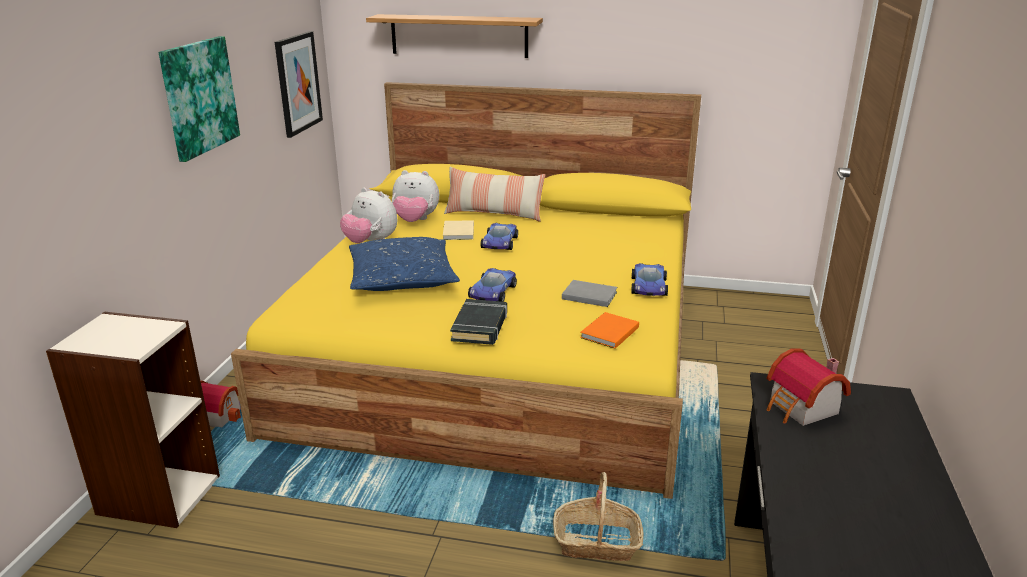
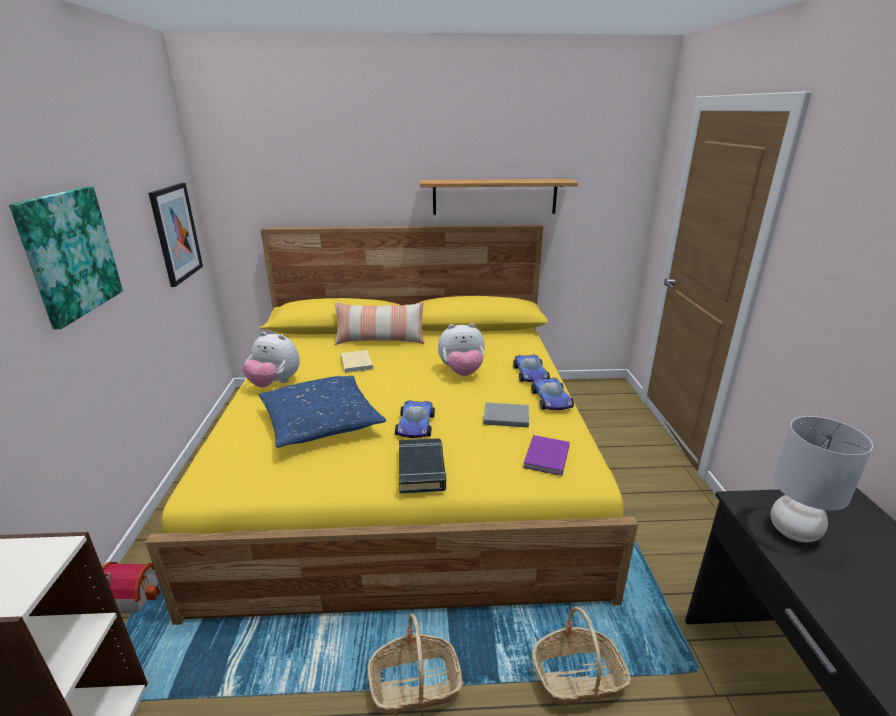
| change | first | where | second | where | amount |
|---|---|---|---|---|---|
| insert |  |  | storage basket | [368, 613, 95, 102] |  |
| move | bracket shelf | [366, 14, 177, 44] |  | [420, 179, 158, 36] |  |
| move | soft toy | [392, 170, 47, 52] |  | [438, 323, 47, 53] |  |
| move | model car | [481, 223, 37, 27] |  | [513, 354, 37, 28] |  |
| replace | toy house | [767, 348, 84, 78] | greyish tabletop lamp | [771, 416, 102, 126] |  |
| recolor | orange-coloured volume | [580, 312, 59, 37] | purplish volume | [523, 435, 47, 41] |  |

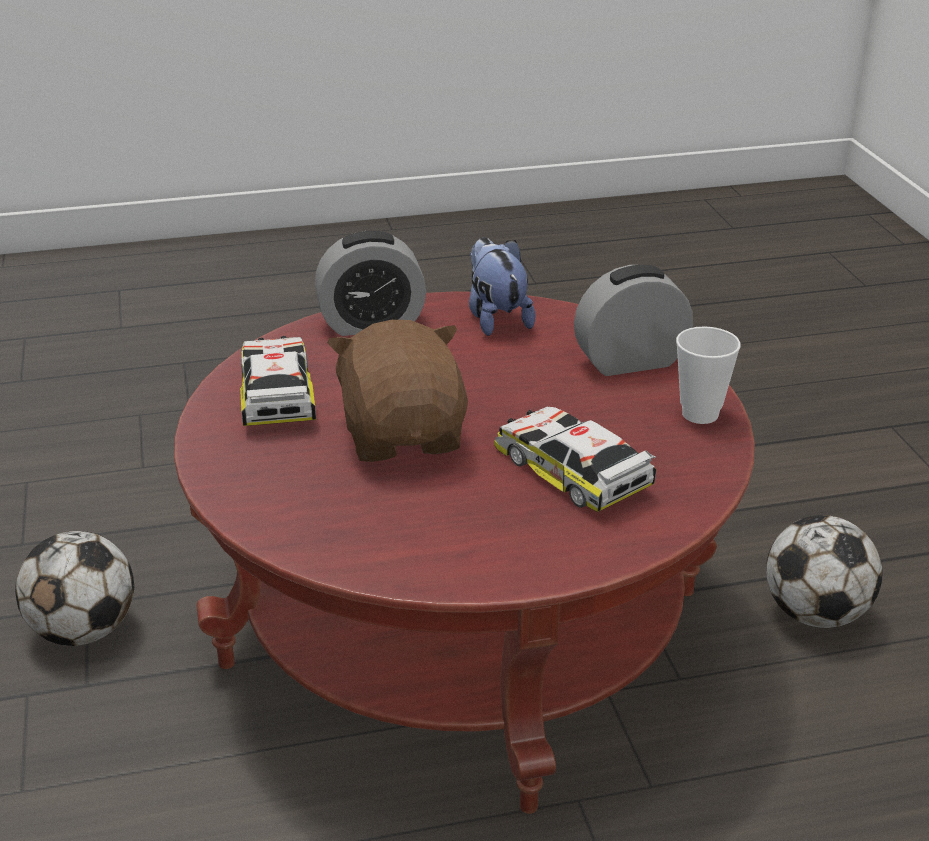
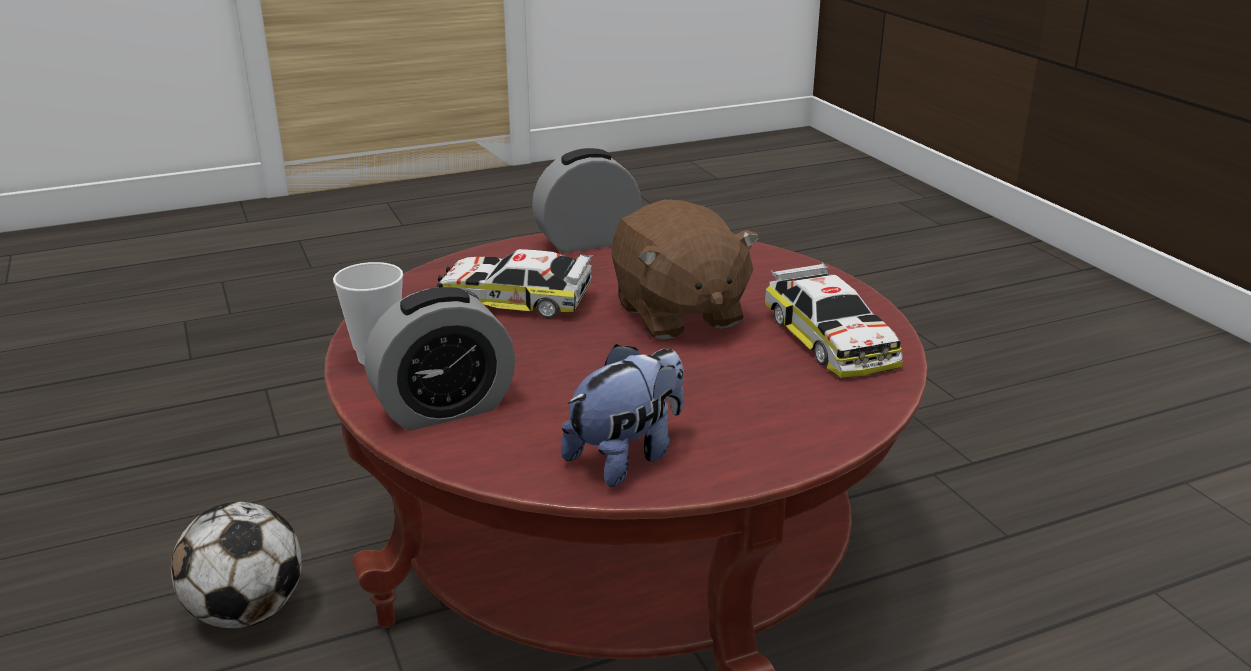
| change | first | where | second | where | amount |
|---|---|---|---|---|---|
| delete | football | [15, 531, 119, 115] |  |  |  |
| move | bedside clock | [315, 231, 111, 105] |  | [532, 148, 110, 105] |  |
| rotate | soft toy | [469, 238, 66, 98] |  | [561, 344, 123, 143] | 105 degrees counterclockwise |
| rotate | model car | [494, 407, 162, 105] |  | [437, 249, 156, 69] | 150 degrees clockwise |

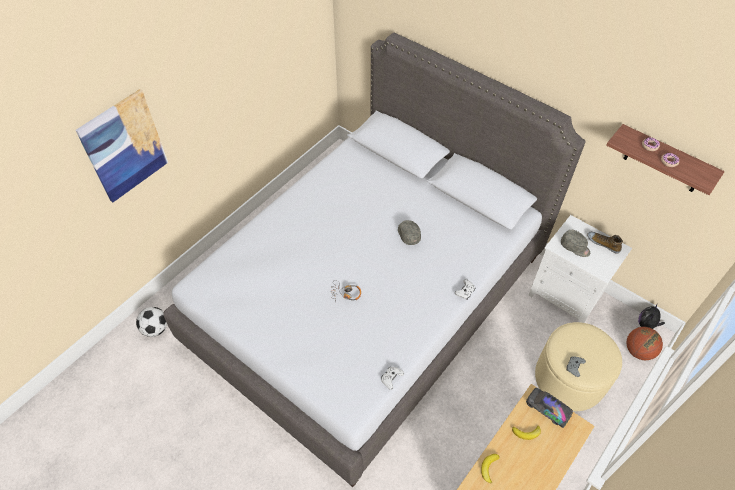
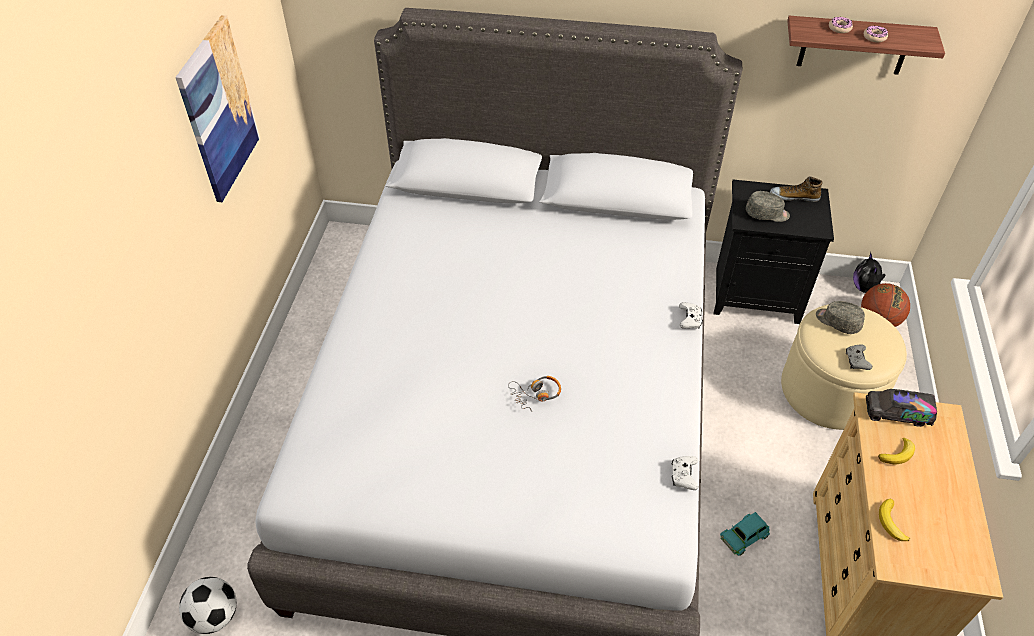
| change | first | where | second | where | amount |
|---|---|---|---|---|---|
| insert |  |  | turquoise model car | [720, 512, 50, 44] |  |
| move | wall art | [75, 89, 93, 114] |  | [175, 15, 85, 187] |  |
| move | greyish peaked cap | [398, 220, 23, 25] |  | [816, 301, 49, 33] |  |
| recolor | whitish night table | [529, 215, 103, 108] | black night table | [714, 180, 120, 144] |  |

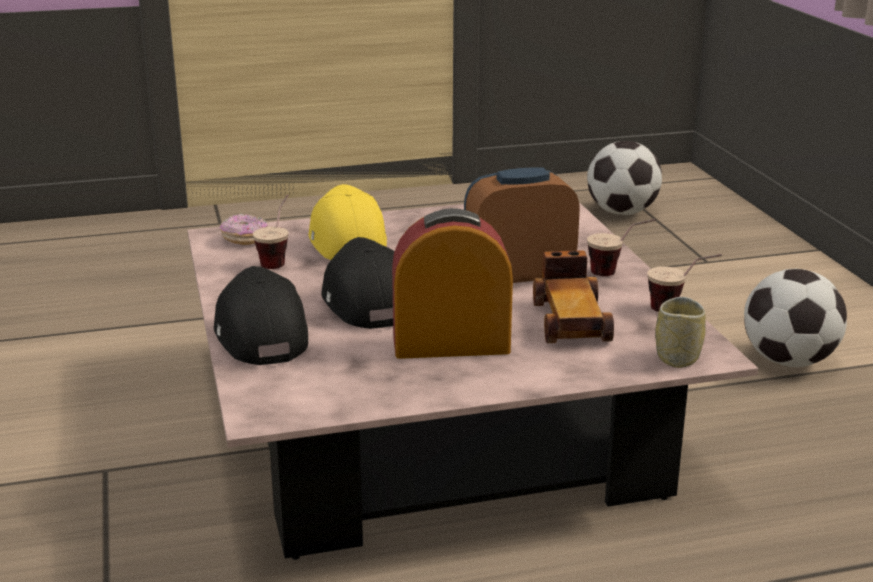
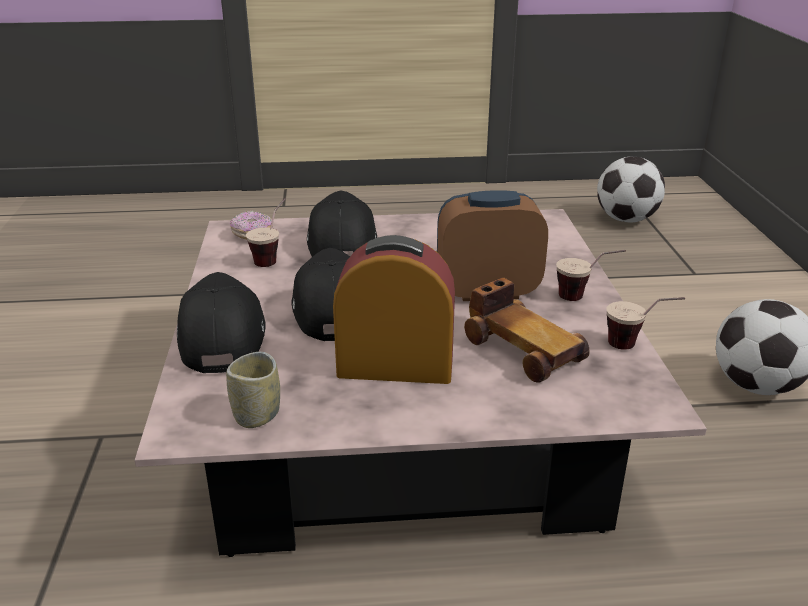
| change | first | where | second | where | amount |
|---|---|---|---|---|---|
| move | drinking cup | [655, 297, 51, 71] |  | [226, 352, 54, 76] |  |
| recolor | yellow-coloured peaked cap | [308, 184, 79, 76] | black peaked cap | [307, 191, 70, 66] |  |
| rotate | model car | [533, 250, 81, 93] |  | [464, 278, 126, 105] | 45 degrees counterclockwise |

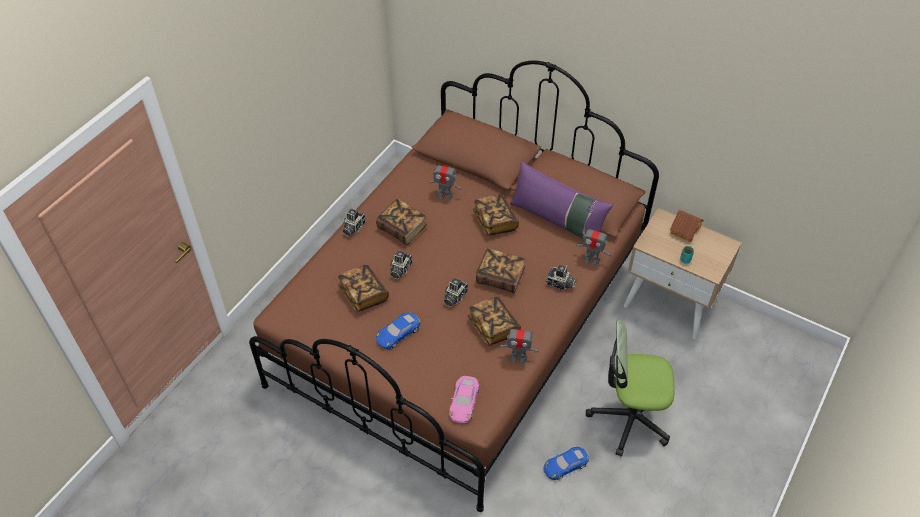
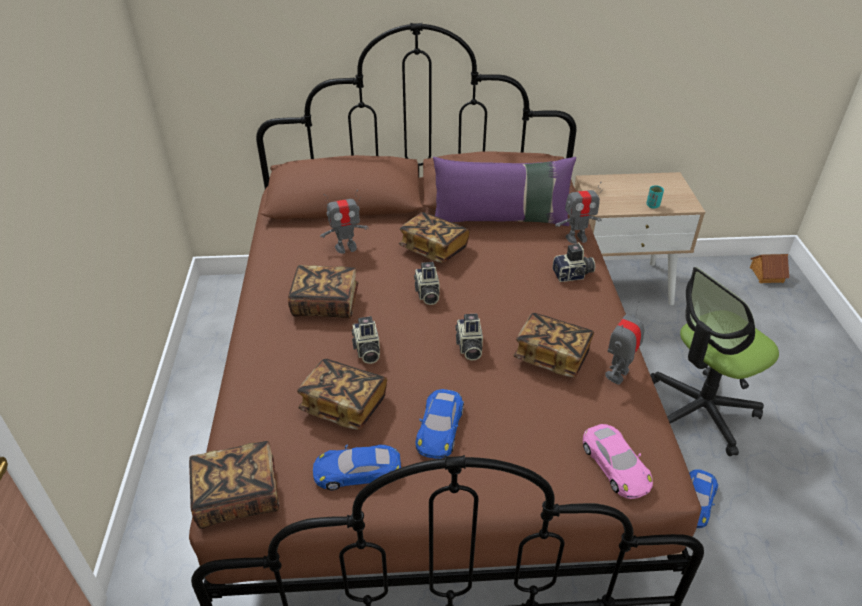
| change | first | where | second | where | amount |
|---|---|---|---|---|---|
| insert |  |  | blue-coloured model car | [313, 444, 88, 46] |  |
| move | photo camera | [342, 209, 24, 28] |  | [414, 262, 25, 43] |  |
| move | volume | [476, 248, 49, 45] |  | [189, 441, 90, 88] |  |
| move | toy house | [670, 210, 34, 32] |  | [750, 254, 39, 29] |  |
| rotate | model robot | [500, 326, 39, 38] |  | [605, 301, 39, 84] | 150 degrees clockwise |

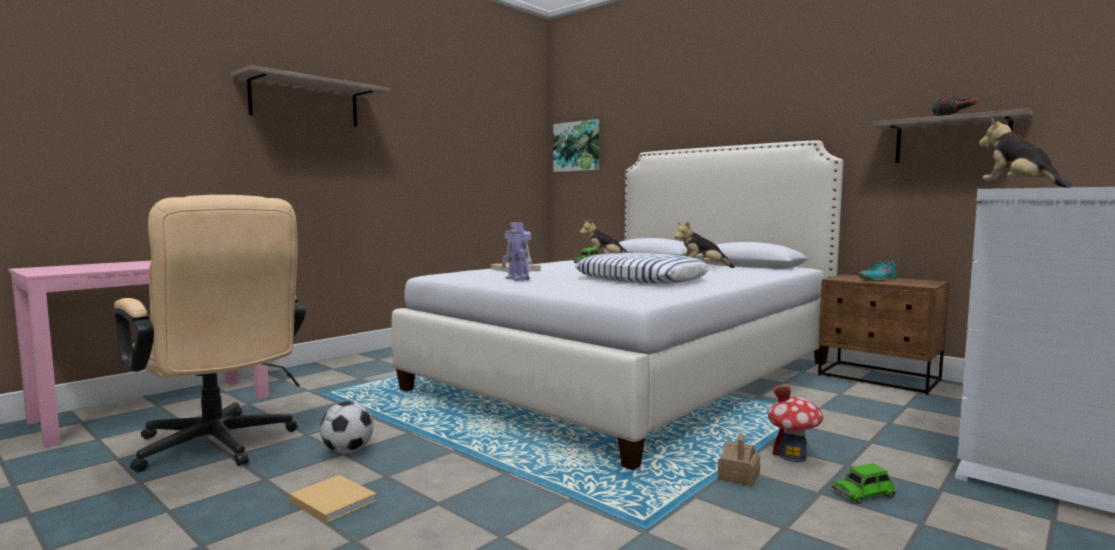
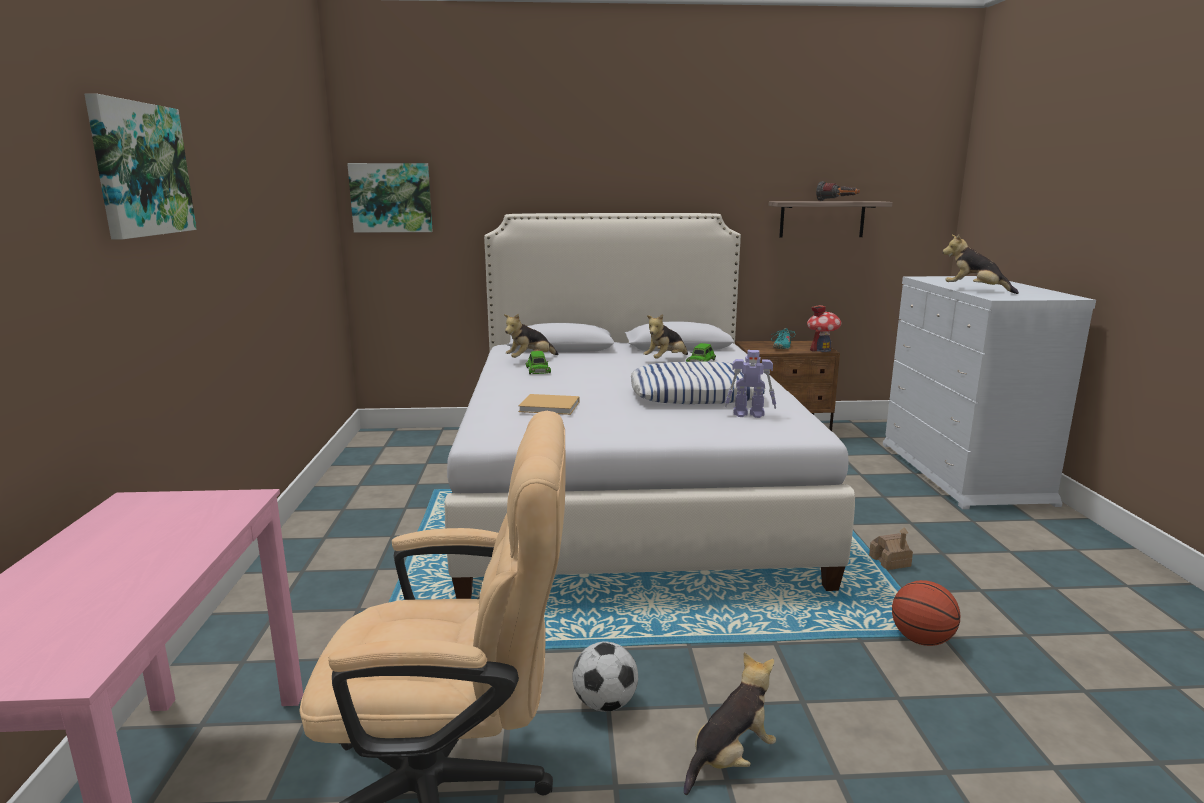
| change | first | where | second | where | amount |
|---|---|---|---|---|---|
| insert |  |  | basketball ball | [892, 580, 68, 66] |  |
| move | model robot | [502, 222, 30, 59] |  | [725, 350, 51, 68] |  |
| move | toy house | [768, 385, 55, 77] |  | [807, 305, 35, 47] |  |
| move | greenish model car | [832, 463, 64, 41] |  | [686, 343, 30, 19] |  |
| replace | bracket shelf | [231, 65, 158, 62] | wall art | [84, 93, 113, 146] |  |
| replace | beige-coloured volume | [289, 475, 88, 48] | soft toy | [684, 652, 92, 143] |  |

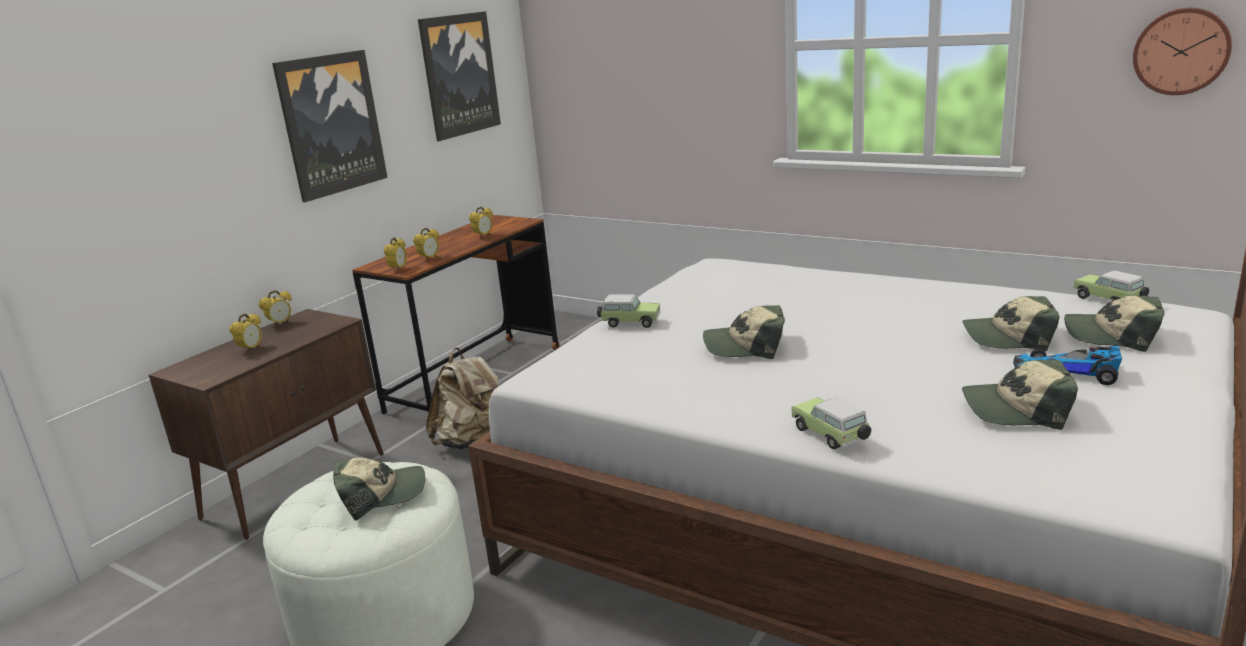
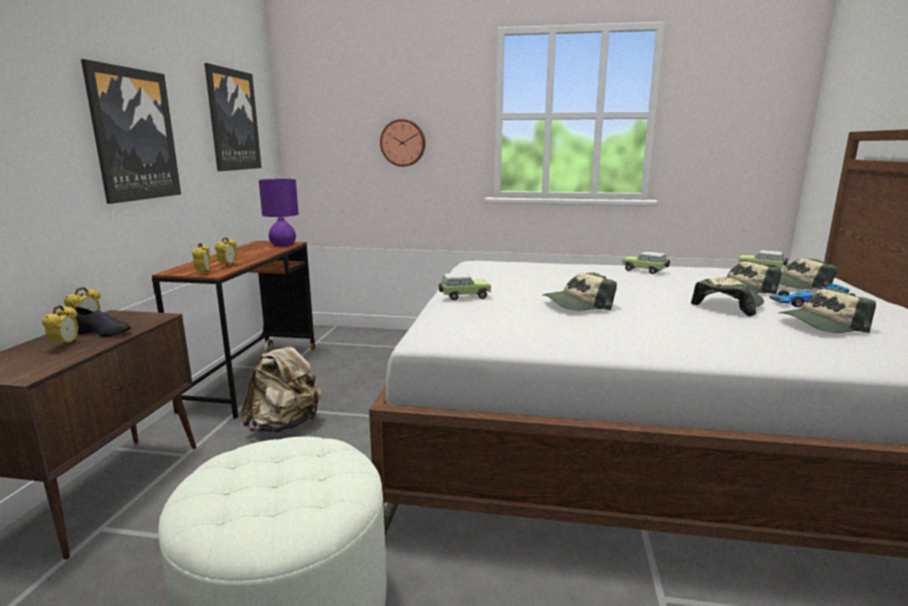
| change | first | where | second | where | amount |
|---|---|---|---|---|---|
| delete | bedside clock | [469, 207, 24, 31] |  |  |  |
| insert |  |  | black shoe | [75, 307, 56, 30] |  |
| insert |  |  | purplish tabletop lamp | [259, 179, 40, 67] |  |
| move | peaked cap | [333, 457, 92, 64] |  | [691, 277, 73, 39] |  |
| move | model car | [791, 397, 80, 53] |  | [622, 251, 48, 23] |  |
| move | wall clock | [1133, 8, 99, 87] |  | [380, 119, 45, 48] |  |

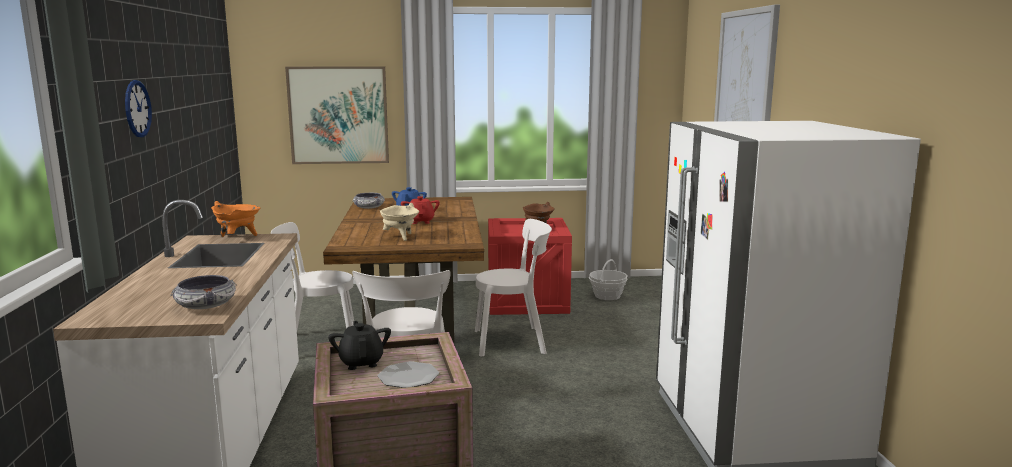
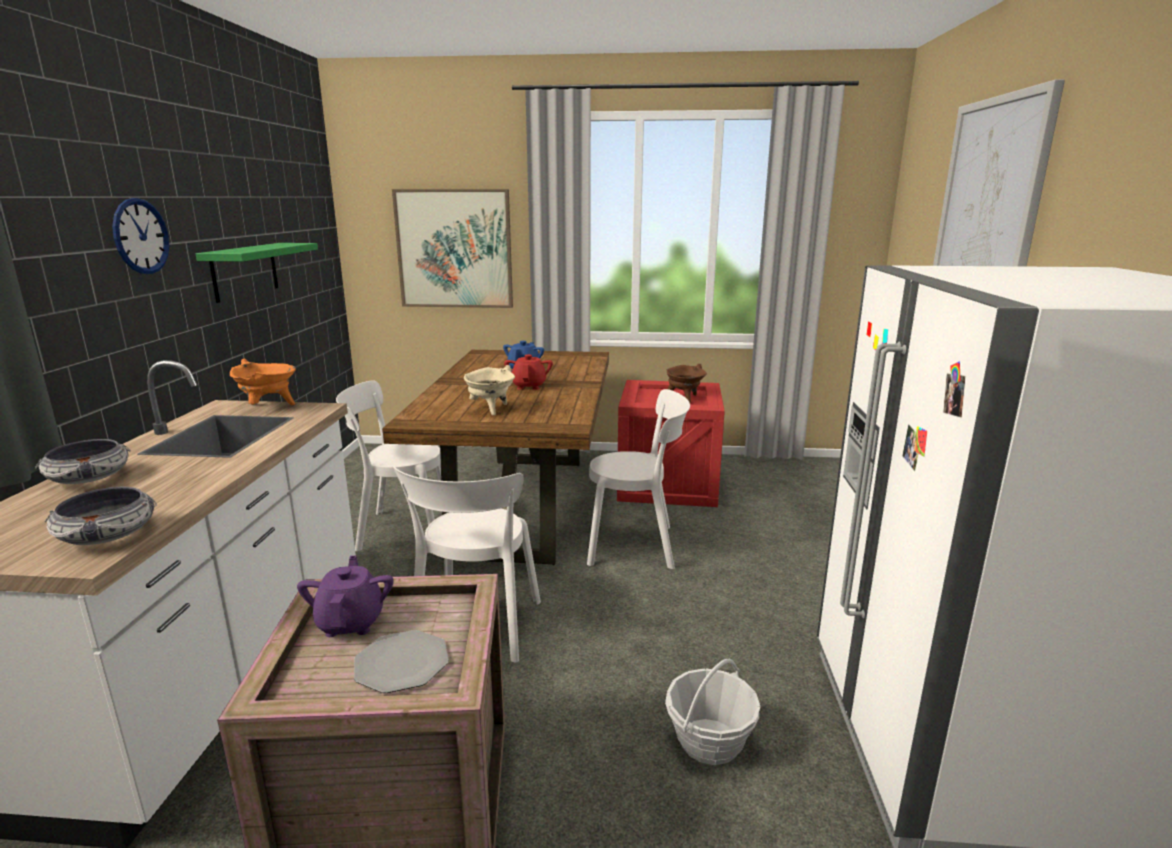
| change | first | where | second | where | amount |
|---|---|---|---|---|---|
| insert |  |  | greenish bracket shelf | [196, 243, 122, 60] |  |
| move | bowl | [353, 193, 32, 16] |  | [35, 439, 96, 45] |  |
| move | storage basket | [589, 259, 39, 41] |  | [665, 659, 96, 106] |  |
| recolor | black pot for tea | [328, 321, 63, 49] | purplish pot for tea | [297, 555, 97, 82] |  |

